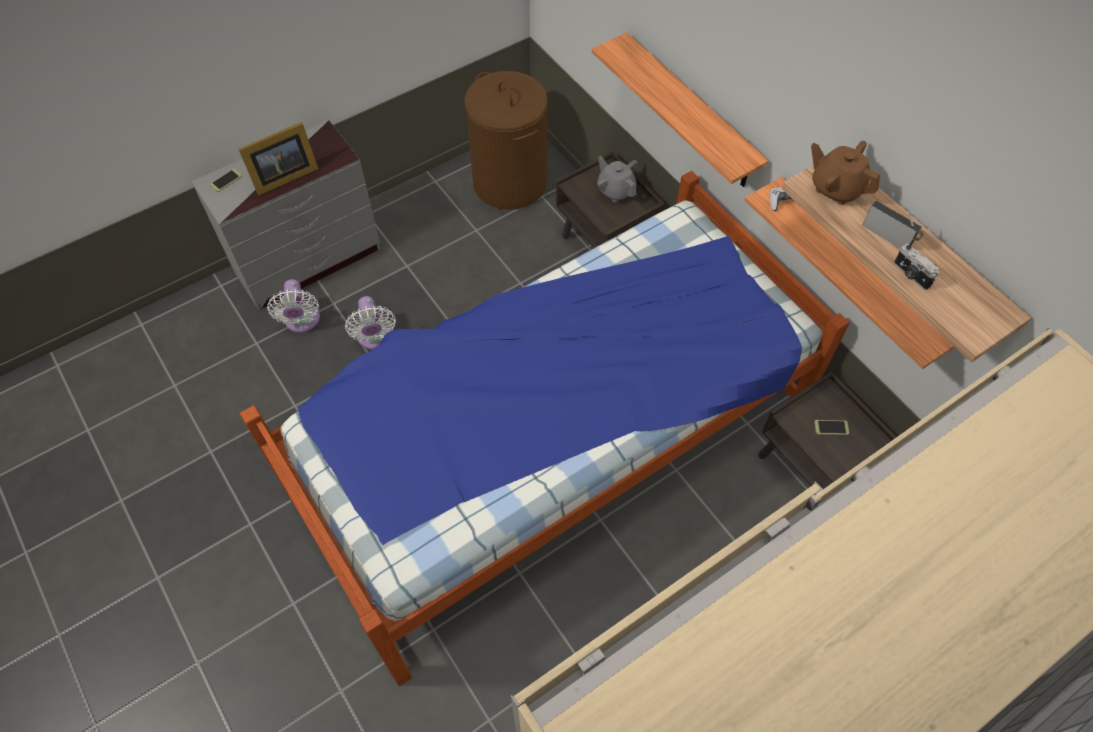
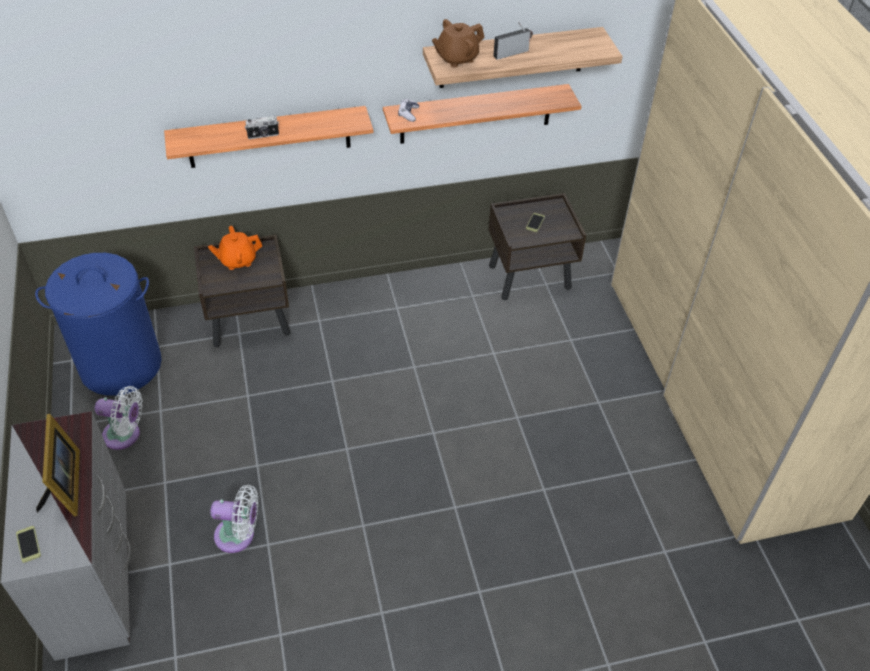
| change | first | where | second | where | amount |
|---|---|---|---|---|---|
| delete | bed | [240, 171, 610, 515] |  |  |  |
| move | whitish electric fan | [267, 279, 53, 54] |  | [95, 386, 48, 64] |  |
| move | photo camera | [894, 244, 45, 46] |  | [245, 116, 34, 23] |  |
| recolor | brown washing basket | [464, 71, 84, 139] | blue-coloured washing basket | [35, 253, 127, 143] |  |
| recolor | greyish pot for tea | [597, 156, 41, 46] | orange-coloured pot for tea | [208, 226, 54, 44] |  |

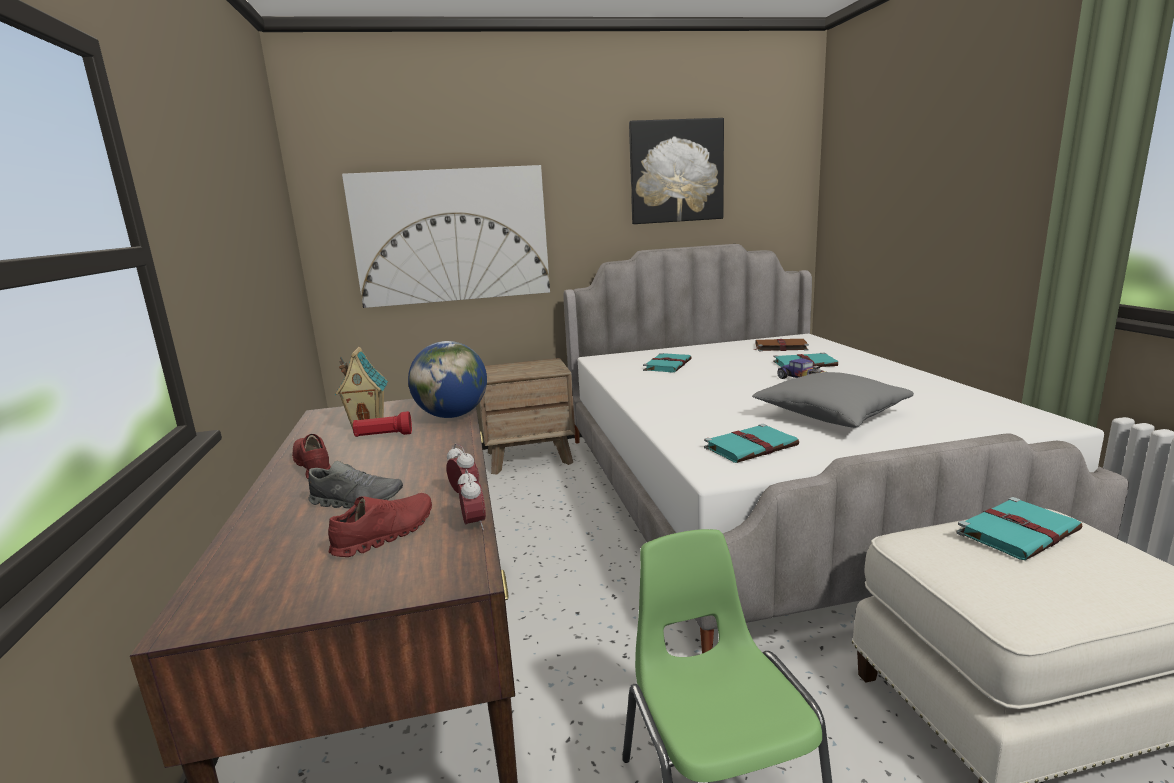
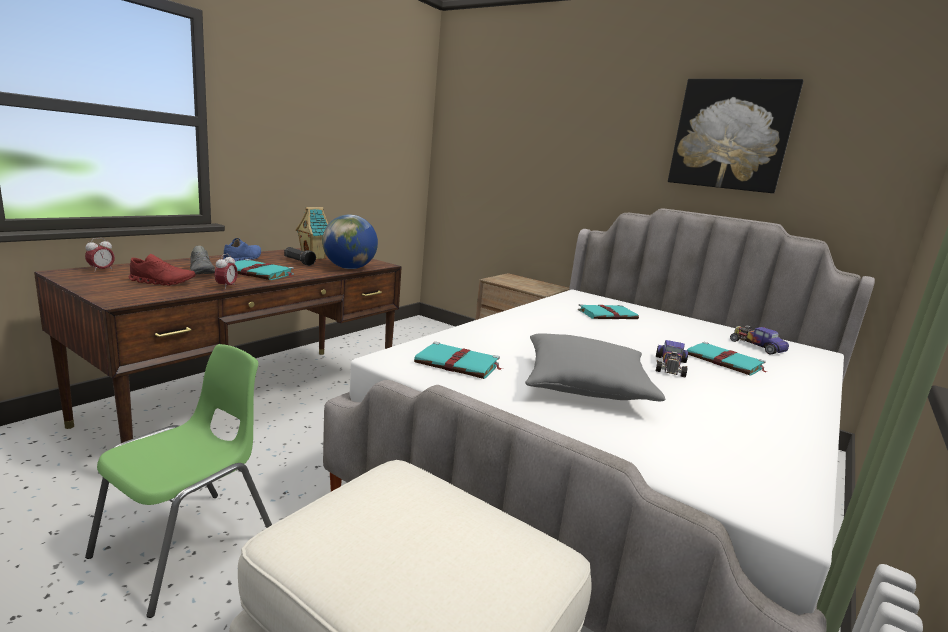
| change | first | where | second | where | amount |
|---|---|---|---|---|---|
| delete | wall art | [342, 165, 208, 143] |  |  |  |
| move | bedside clock | [458, 469, 28, 61] |  | [85, 238, 30, 34] |  |
| move | turquoise volume | [956, 497, 127, 63] |  | [235, 259, 59, 21] |  |
| replace | brown volume | [754, 339, 55, 12] | model car | [730, 325, 59, 30] |  |
| recolor | red-coloured shoe | [292, 434, 39, 45] | blue-coloured shoe | [223, 238, 38, 24] |  |
| recolor | red-coloured torch | [353, 411, 59, 26] | black torch | [284, 247, 32, 19] |  |

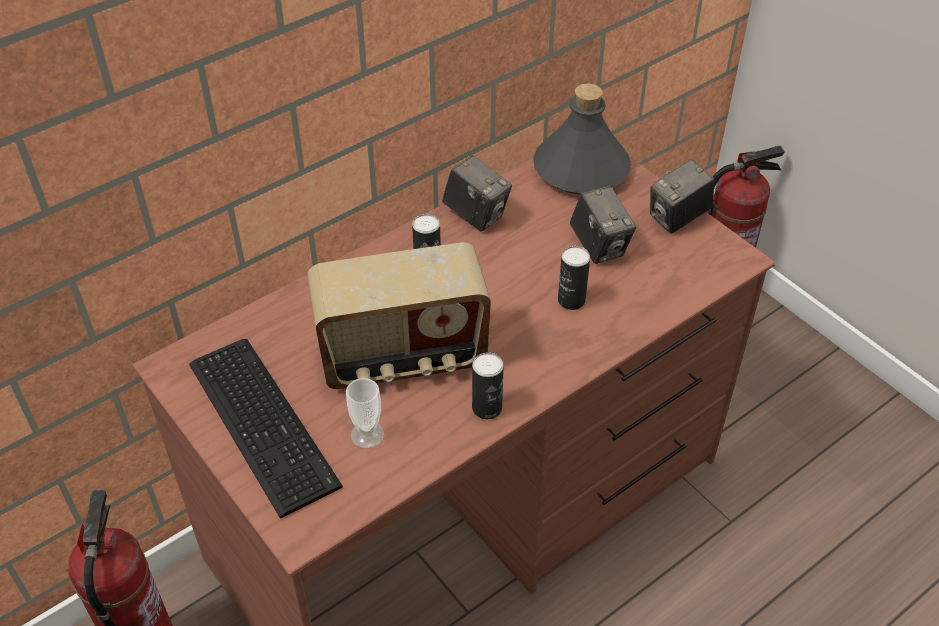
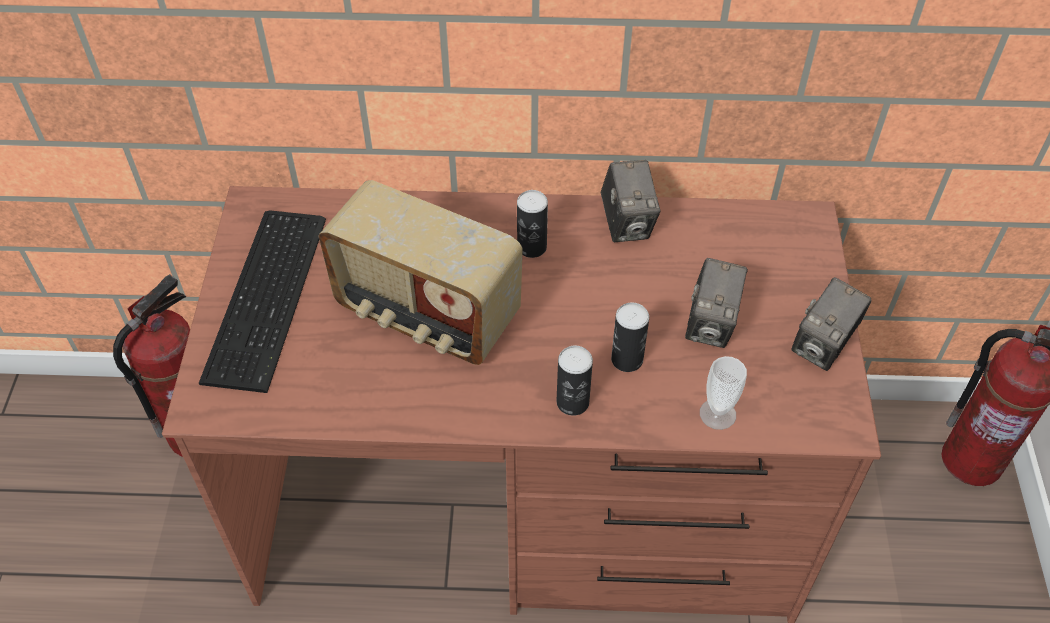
| change | first | where | second | where | amount |
|---|---|---|---|---|---|
| delete | greyish drink bottle | [533, 84, 98, 111] |  |  |  |
| move | drinking cup | [346, 378, 39, 71] |  | [700, 356, 47, 74] |  |
| move | metal can | [472, 352, 32, 67] |  | [556, 346, 37, 70] |  |
| rotate | photo camera | [650, 159, 65, 75] |  | [792, 277, 80, 94] | 60 degrees counterclockwise |

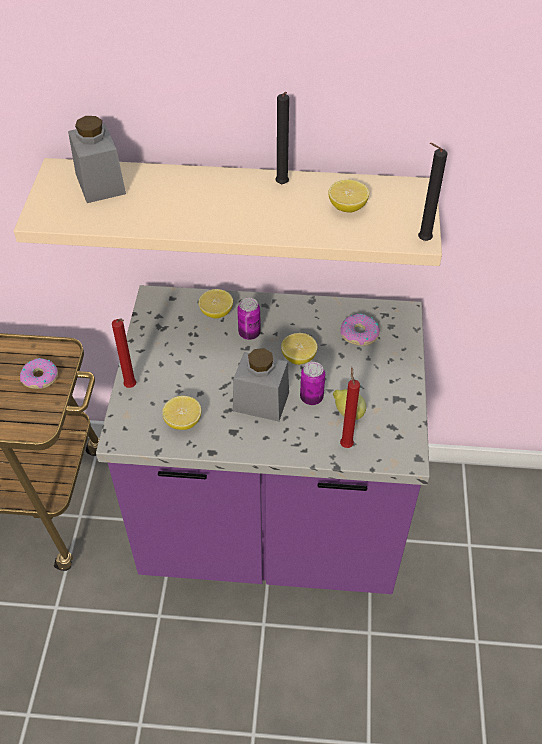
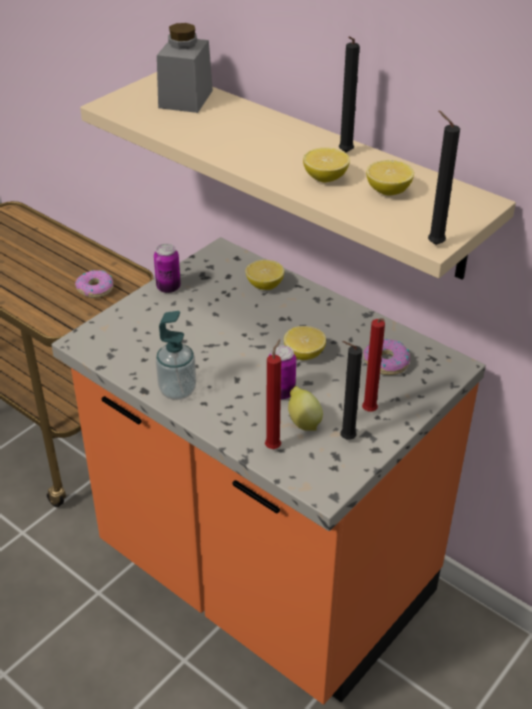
| change | first | where | second | where | amount |
|---|---|---|---|---|---|
| delete | greyish jar | [233, 348, 56, 74] |  |  |  |
| insert |  |  | soap bottle | [156, 311, 40, 89] |  |
| insert |  |  | black candle | [340, 341, 22, 99] |  |
| move | red-coloured candle | [112, 318, 24, 70] |  | [362, 318, 23, 94] |  |
| move | lemon | [162, 396, 40, 34] |  | [303, 148, 47, 35] |  |
| move | metal can | [237, 298, 24, 42] |  | [154, 244, 27, 49] |  |
| recolor | purplish kitchen counter | [96, 285, 334, 309] | orange-coloured kitchen counter | [51, 237, 435, 468] |  |

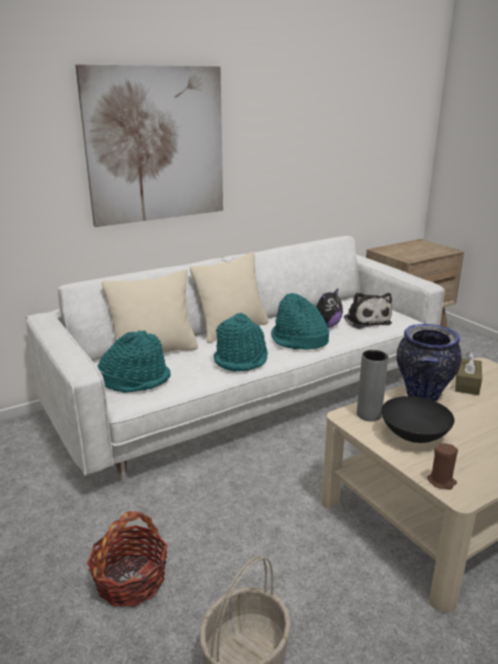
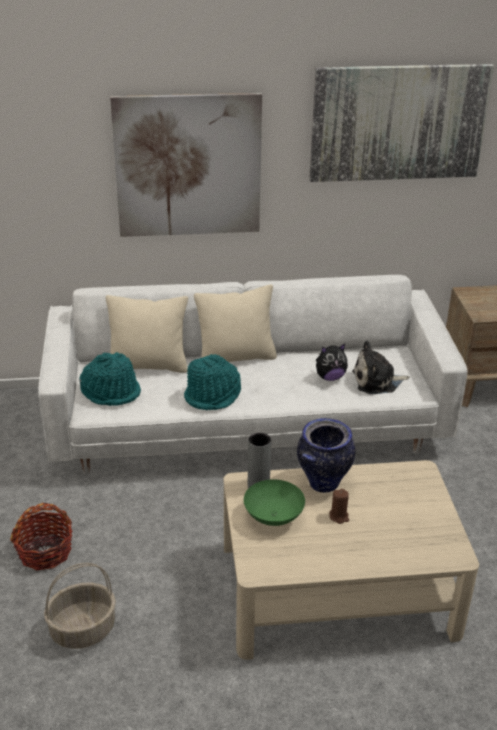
| change | first | where | second | where | amount |
|---|---|---|---|---|---|
| delete | turquoise clothing hat | [271, 293, 58, 57] |  |  |  |
| delete | brown tissue holder | [455, 351, 27, 44] |  |  |  |
| insert |  |  | wall art | [309, 64, 185, 118] |  |
| move | brown candle | [427, 443, 31, 47] |  | [329, 489, 20, 35] |  |
| recolor | black bowl | [381, 396, 73, 47] | greenish bowl | [244, 479, 61, 47] |  |
| rotate | soft toy | [344, 292, 48, 37] |  | [352, 341, 58, 53] | 75 degrees clockwise |

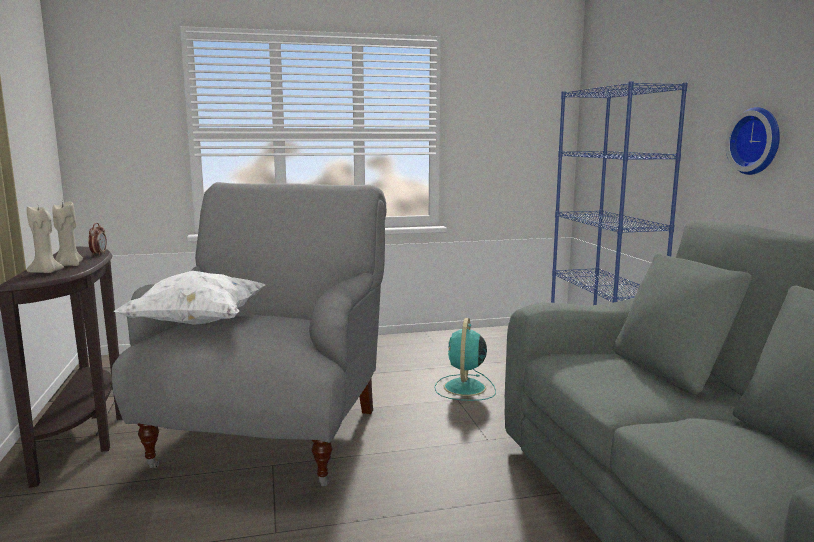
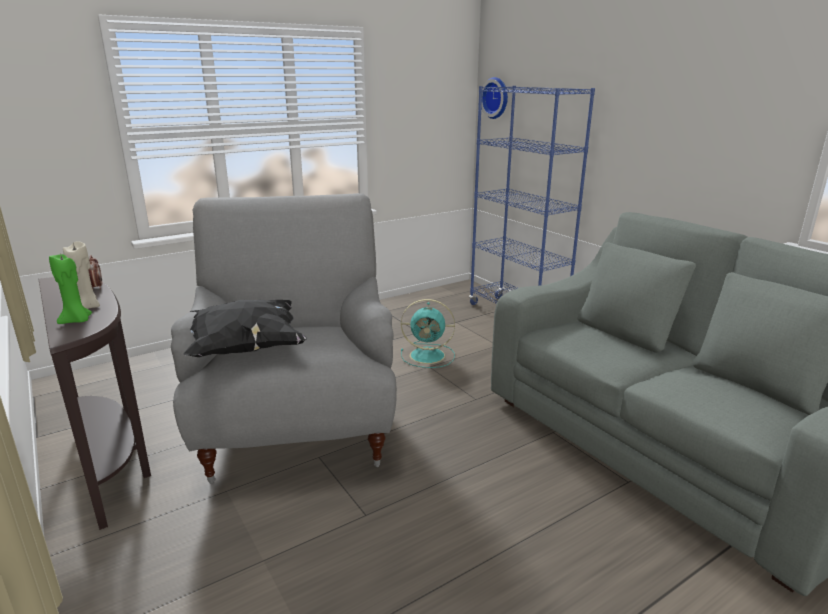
| change | first | where | second | where | amount |
|---|---|---|---|---|---|
| move | wall clock | [725, 107, 55, 68] |  | [481, 77, 27, 42] |  |
| recolor | beige-coloured candle | [27, 207, 37, 66] | greenish candle | [49, 254, 43, 70] |  |
| recolor | whitish pillow | [114, 271, 151, 54] | black pillow | [184, 300, 123, 57] |  |
| rotate | turquoise electric fan | [434, 318, 62, 83] |  | [401, 299, 54, 69] | 75 degrees counterclockwise |

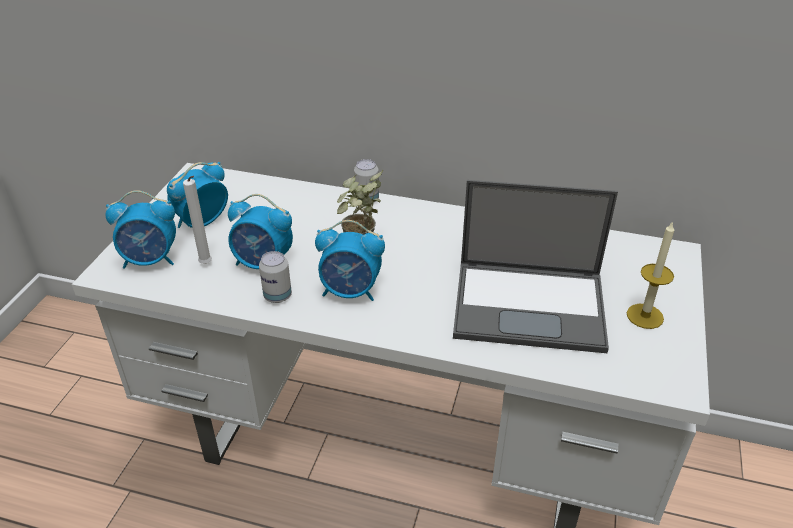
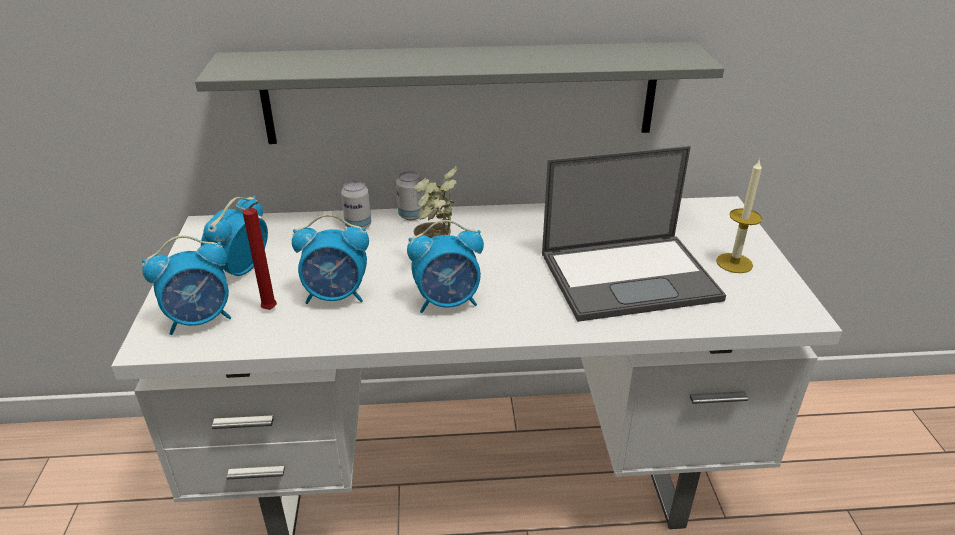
| change | first | where | second | where | amount |
|---|---|---|---|---|---|
| insert |  |  | greyish bracket shelf | [195, 42, 529, 102] |  |
| move | metal can | [259, 251, 33, 52] |  | [341, 181, 30, 47] |  |
| recolor | whitish candle | [183, 176, 29, 88] | red-coloured candle | [243, 201, 34, 109] |  |

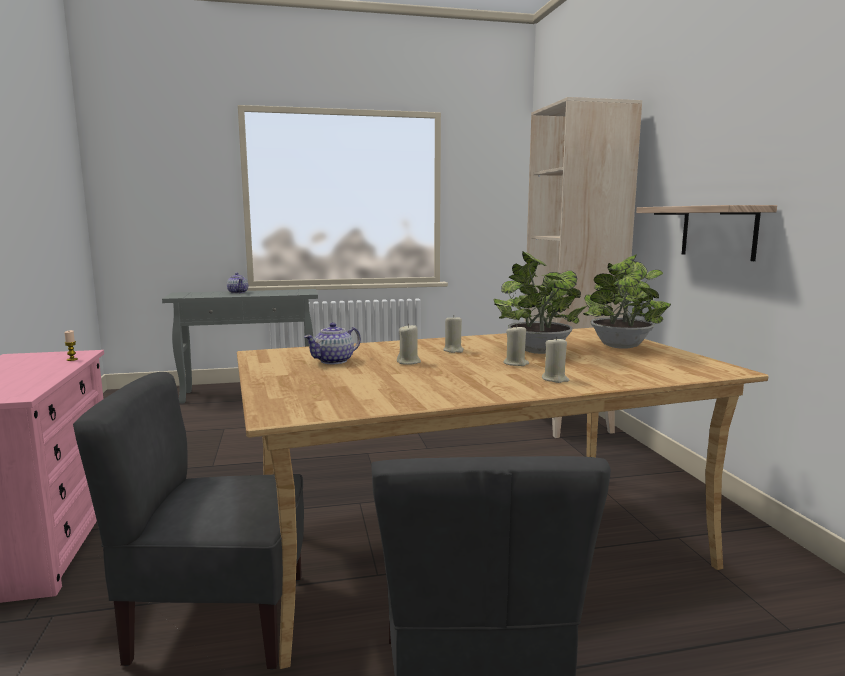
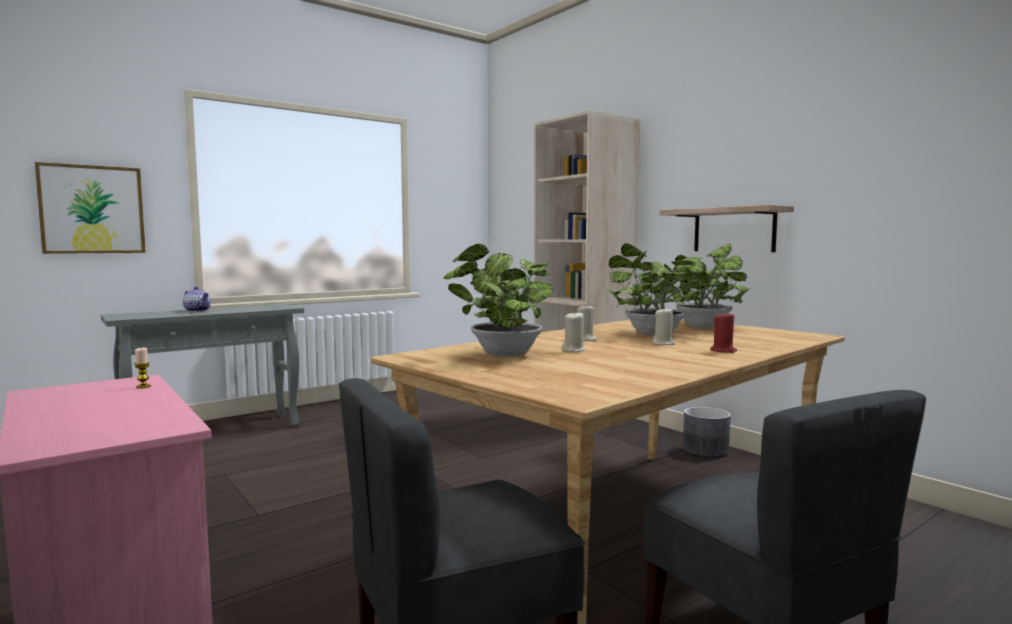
| change | first | where | second | where | amount |
|---|---|---|---|---|---|
| insert |  |  | wall art | [35, 162, 111, 92] |  |
| insert |  |  | greyish plant pot | [683, 407, 48, 51] |  |
| replace | pot for tea | [304, 323, 57, 41] | potted plant | [443, 244, 110, 113] |  |
| recolor | beige-coloured candle | [542, 336, 27, 47] | red-coloured candle | [710, 311, 27, 42] |  |

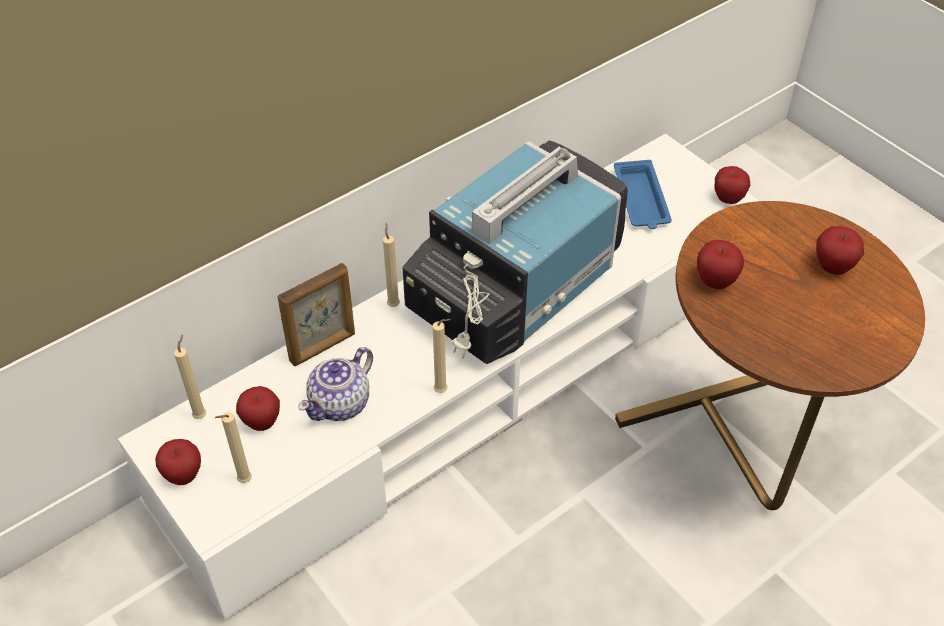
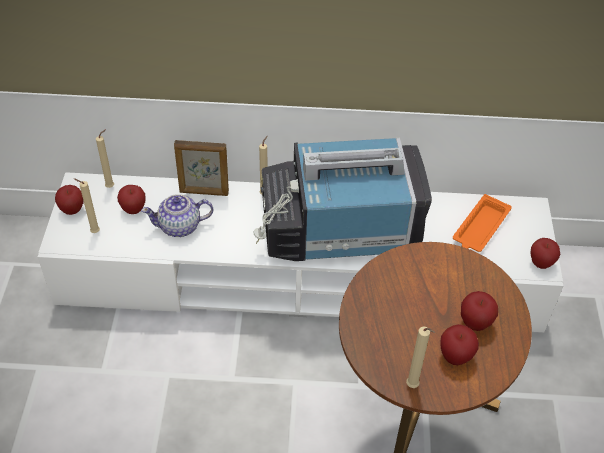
| change | first | where | second | where | amount |
|---|---|---|---|---|---|
| move | beige-coloured candle | [433, 319, 18, 74] |  | [406, 326, 29, 62] |  |
| move | whole apple | [697, 240, 47, 49] |  | [440, 324, 39, 41] |  |
| recolor | blue-coloured serving tray | [614, 160, 58, 69] | orange-coloured serving tray | [453, 194, 59, 58] |  |

